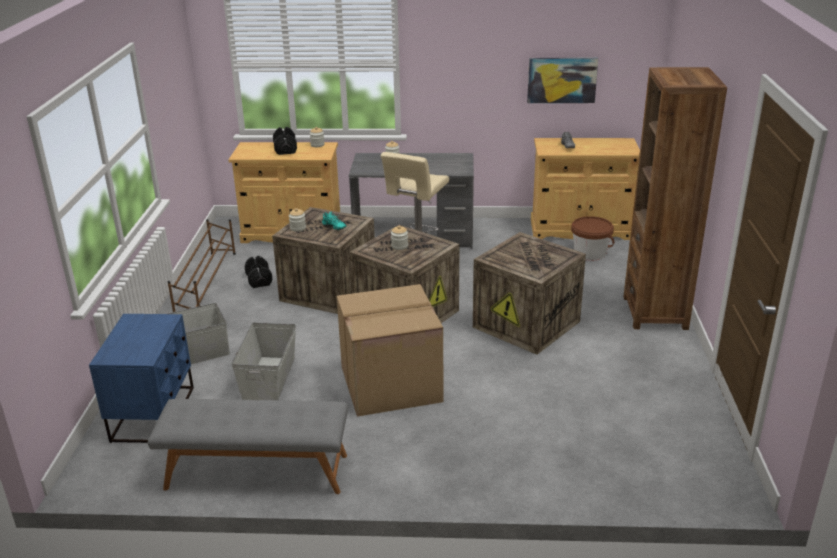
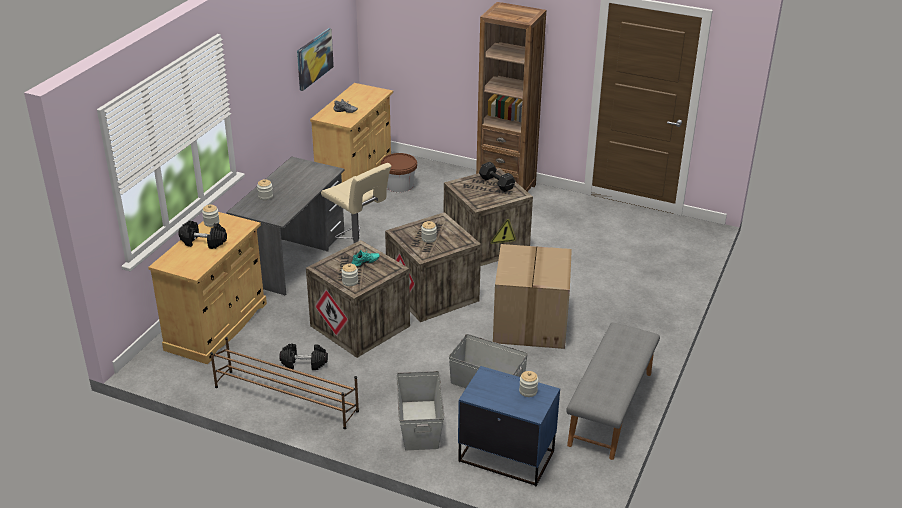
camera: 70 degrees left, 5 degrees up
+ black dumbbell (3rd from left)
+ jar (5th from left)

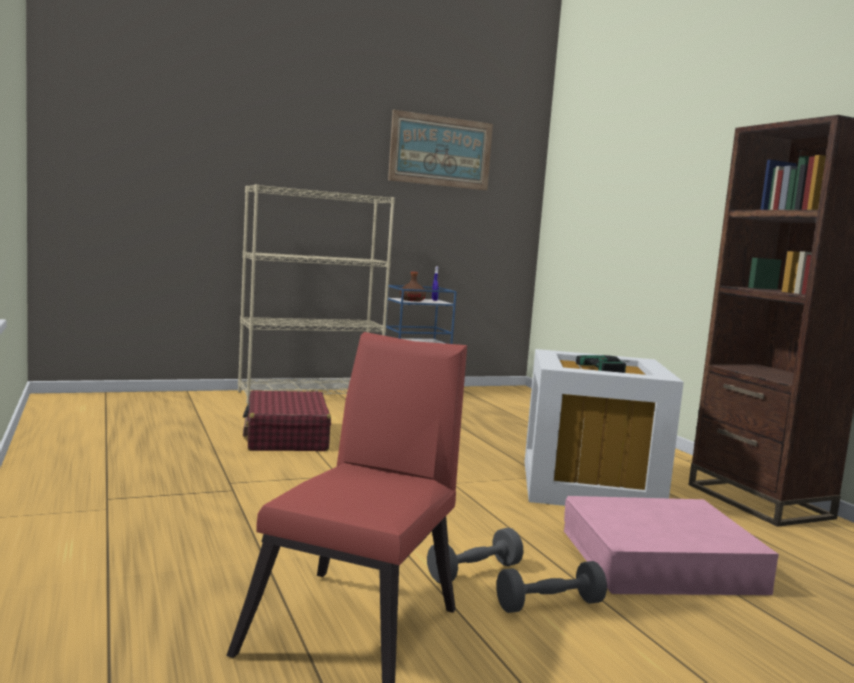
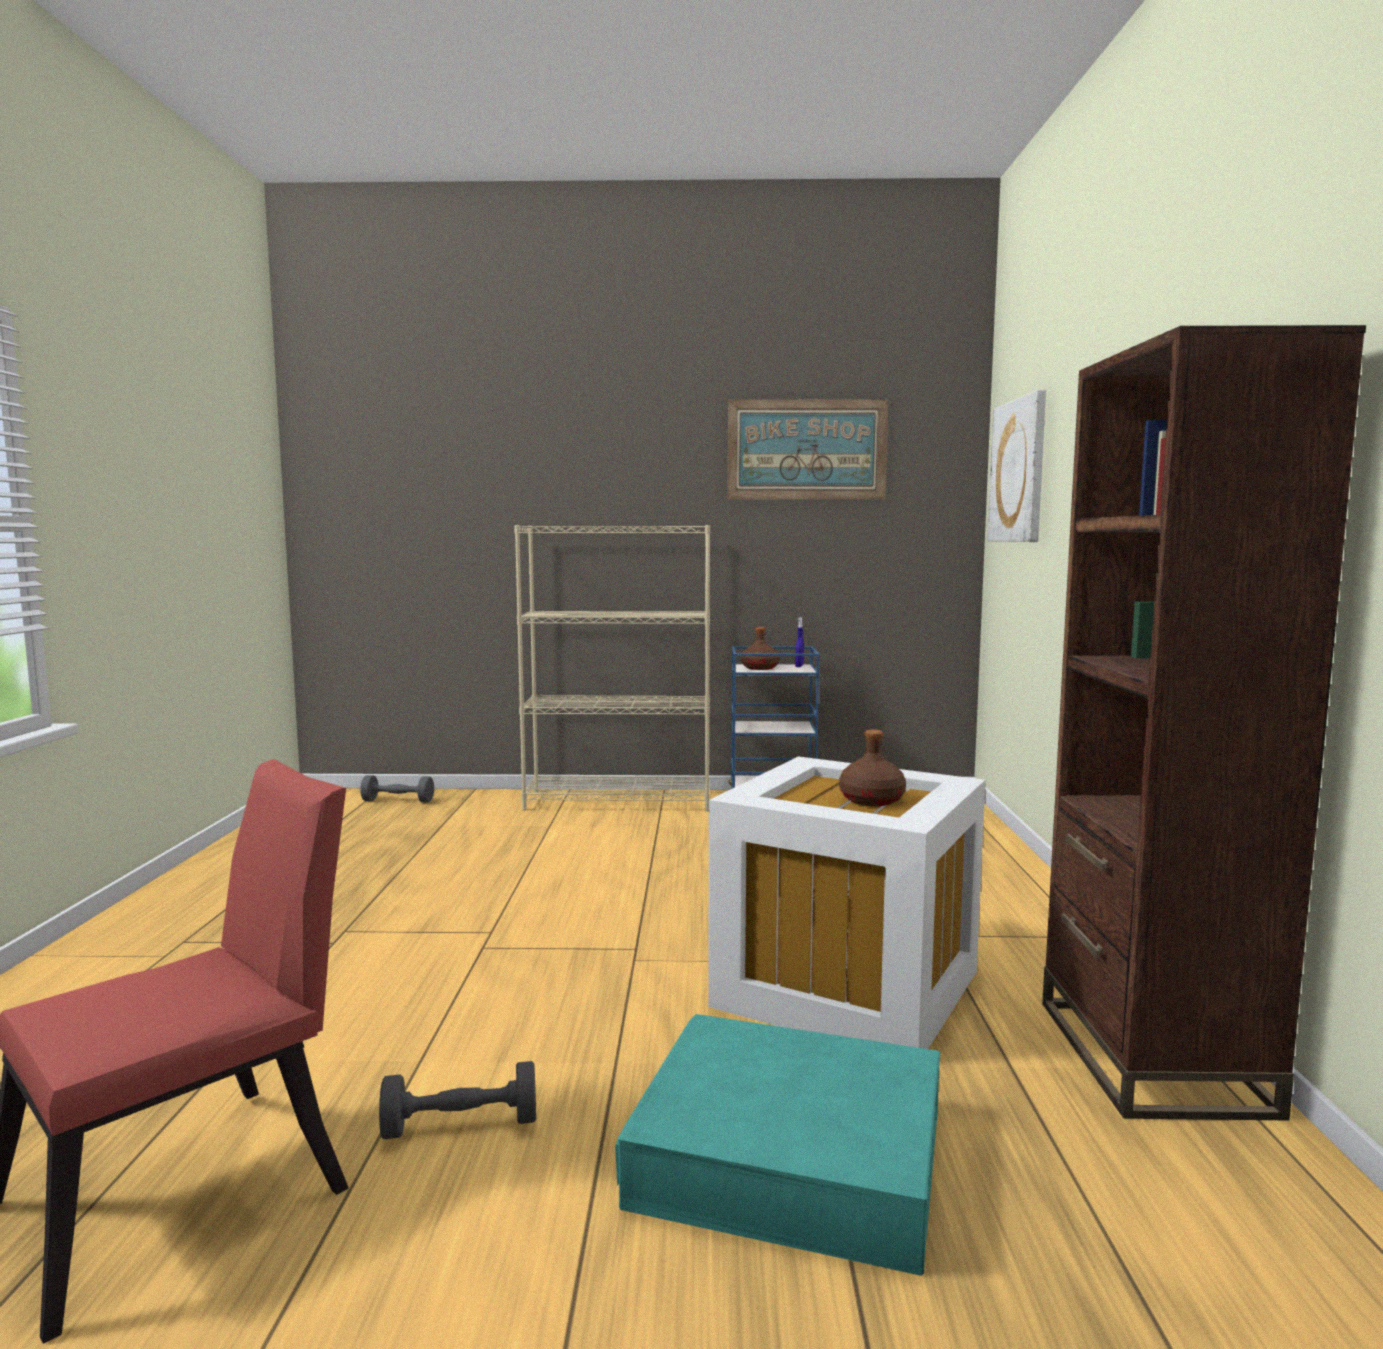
camera: 25 degrees right, 0 degrees up
- red suitcase
~ grey dumbbell (2nd from left in the first image) to grey dumbbell (1st from left)
~ pink storage box to turquoise storage box
~ power drill to brown bottle (2nd from left)
+ picture (2nd from left)

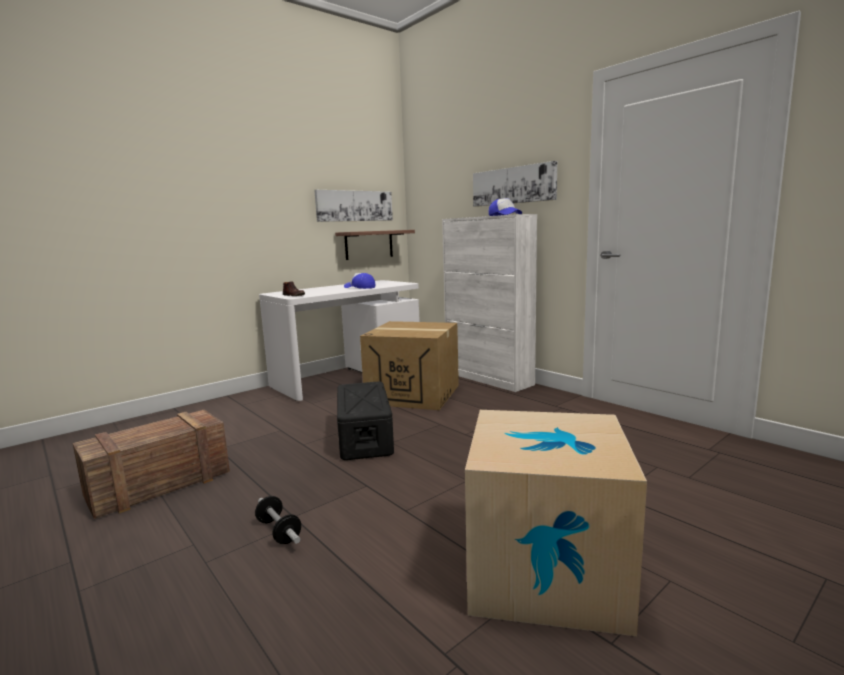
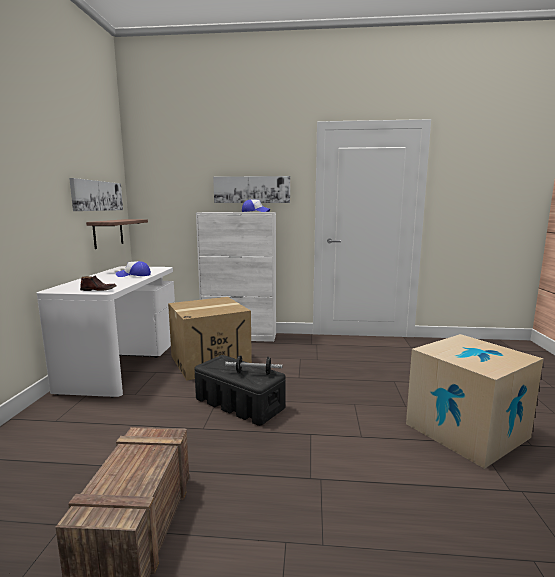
camera: 45 degrees left, 0 degrees up
~ dumbbell

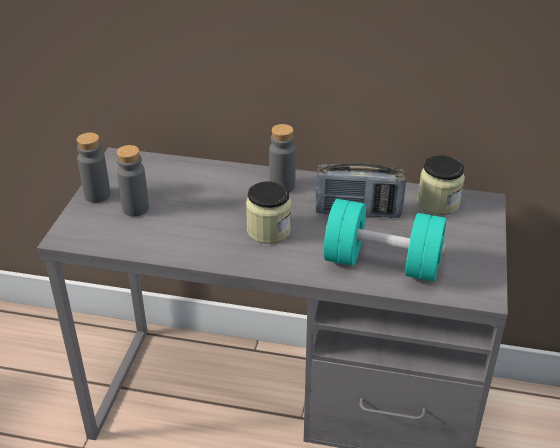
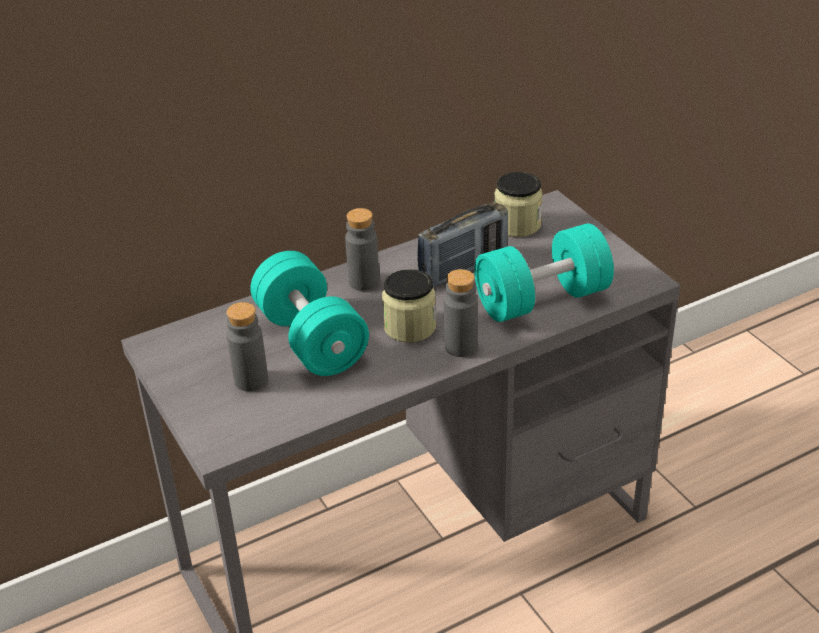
camera: 40 degrees left, 0 degrees up
~ grey bottle (1st from left in the first image) to grey bottle (3rd from left)
+ turquoise dumbbell (1st from left)

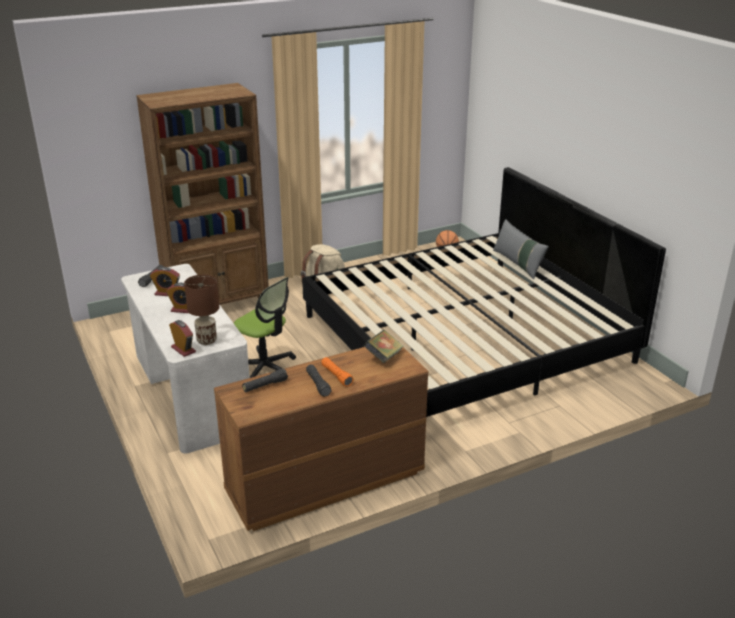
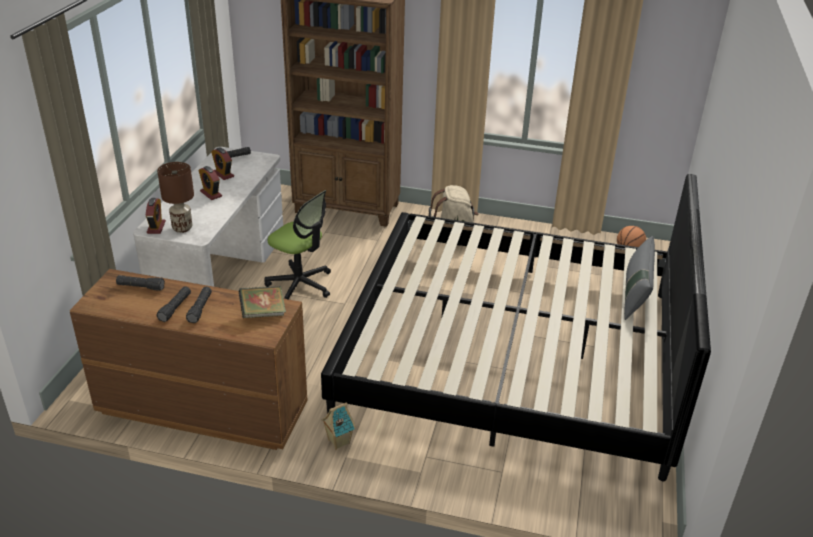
camera: 40 degrees right, 5 degrees up
~ office chair 45 degrees counterclockwise
~ orange flashlight to black flashlight (3rd from left)
+ toy house

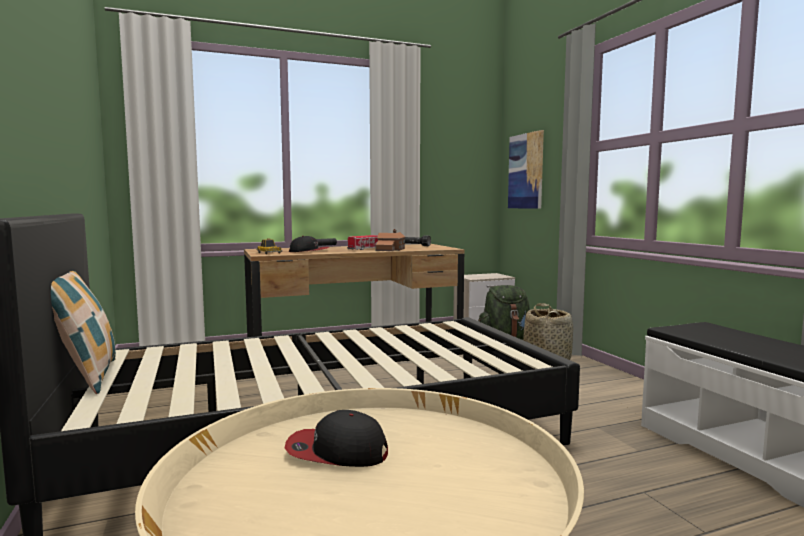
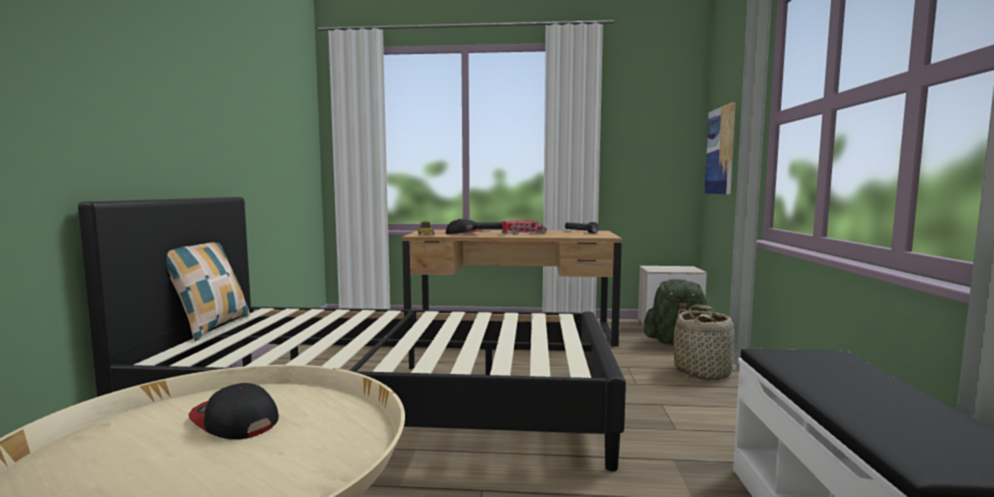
camera: 25 degrees right, 0 degrees up
- toy house

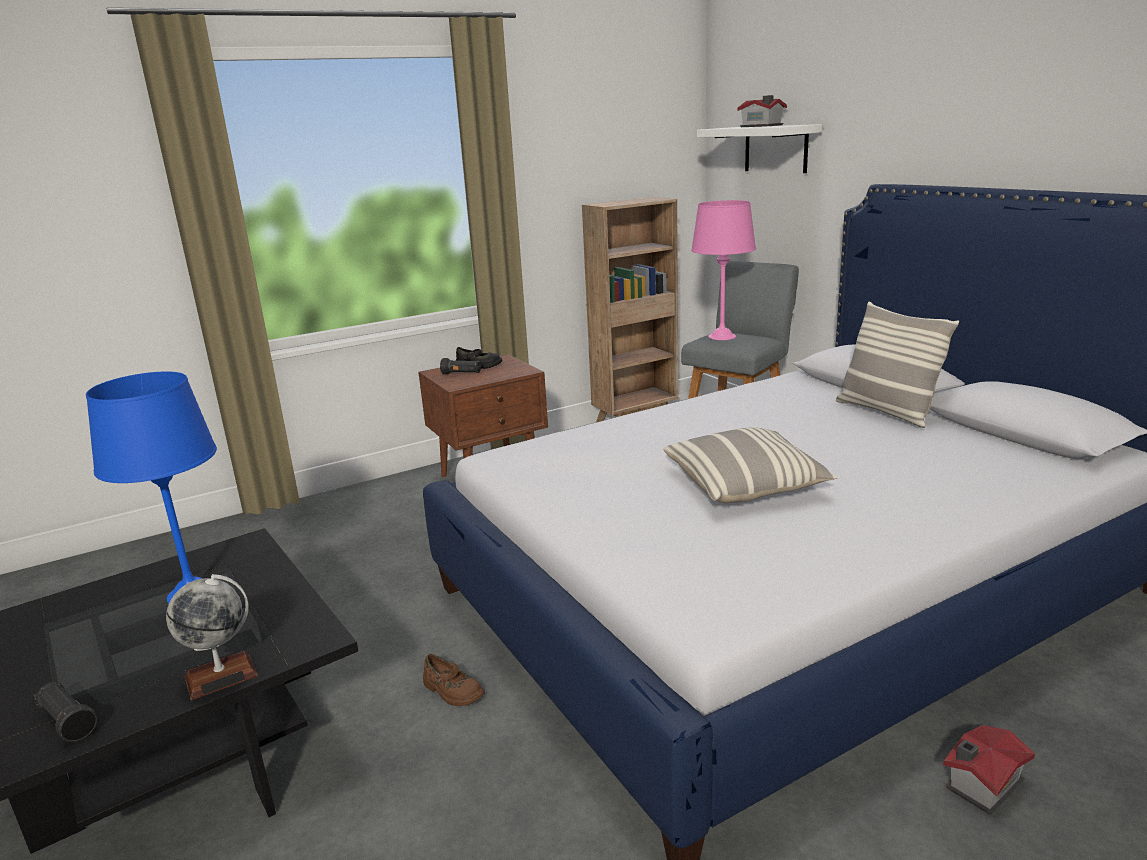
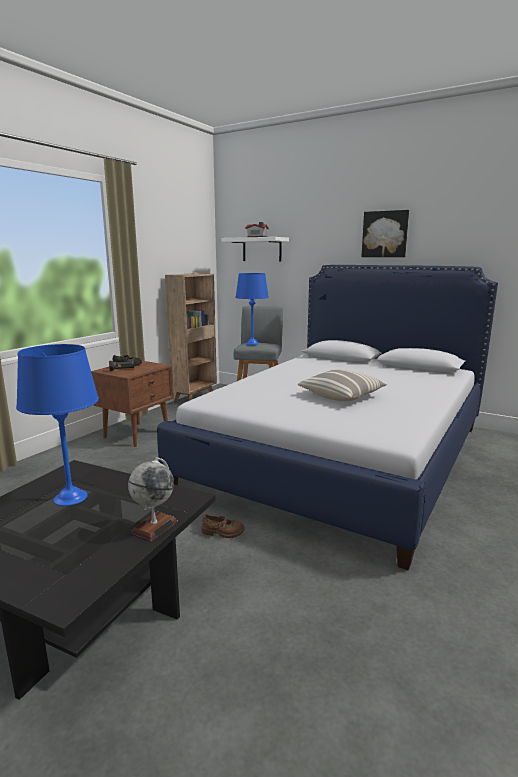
camera: 30 degrees left, 5 degrees down
- black flashlight (1st from left)
~ pink table lamp to blue table lamp (2nd from left)
- pillow (2nd from left)
- toy house (2nd from left)
+ picture

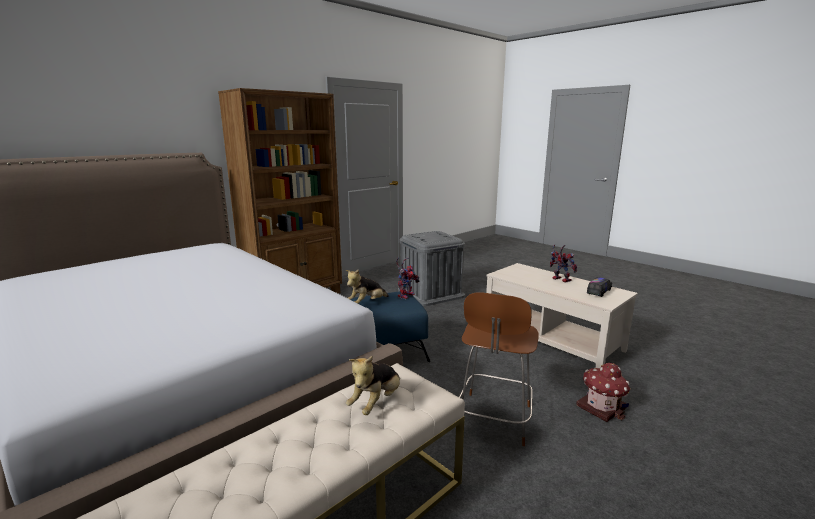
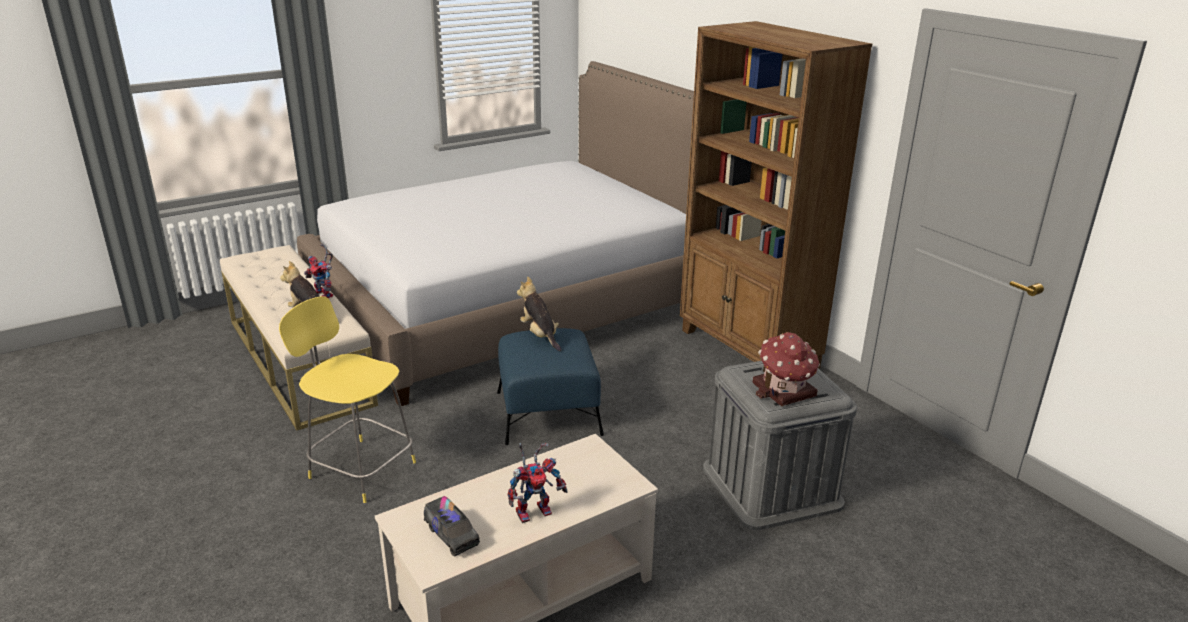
camera: 100 degrees right, 10 degrees up
~ toy robot (1st from left)
~ brown stool to yellow stool
~ toy house

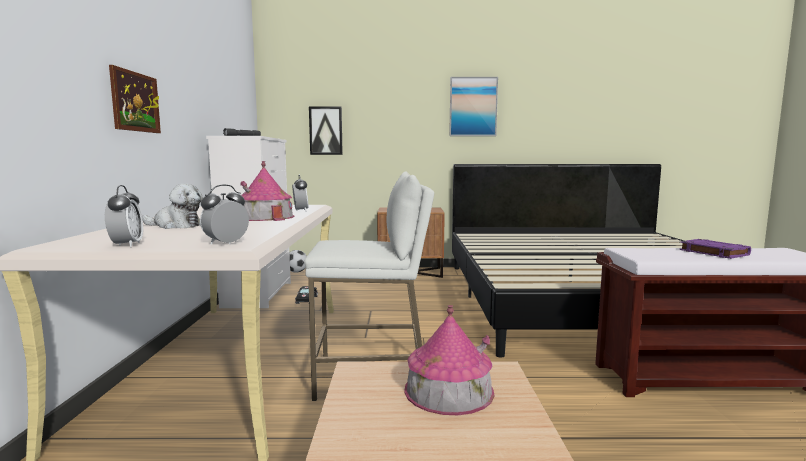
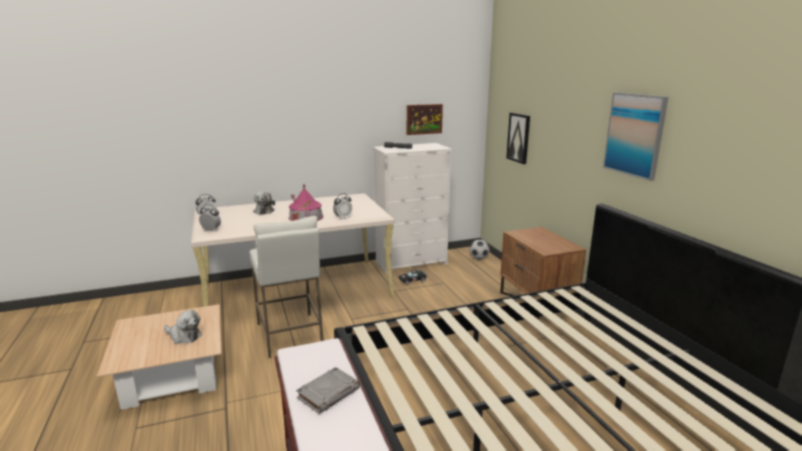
camera: 70 degrees right, 10 degrees up
~ picture (1st from left)
~ toy house (2nd from left) to plush toy (1st from left)
~ purple book to grey book

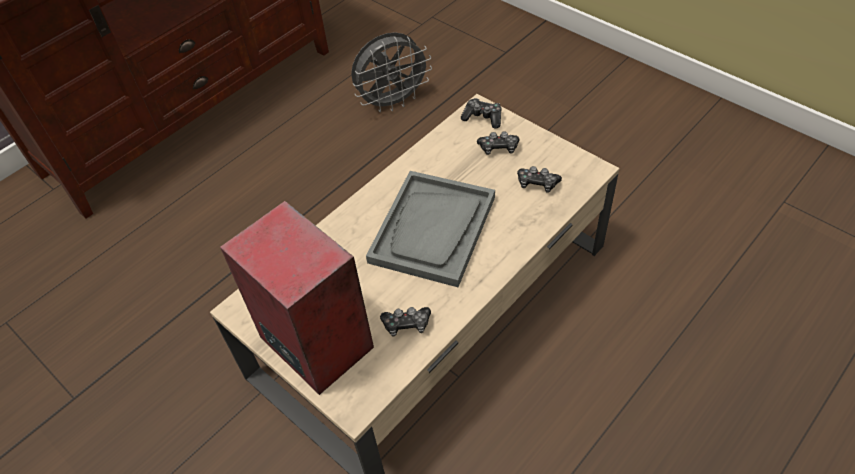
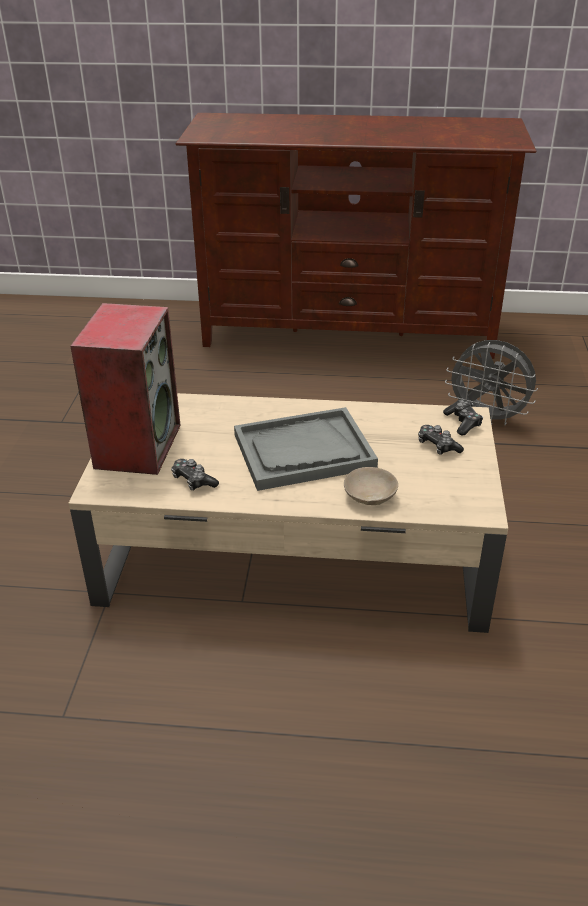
camera: 50 degrees right, 15 degrees down
- game controller (4th from left)
+ beige bowl

